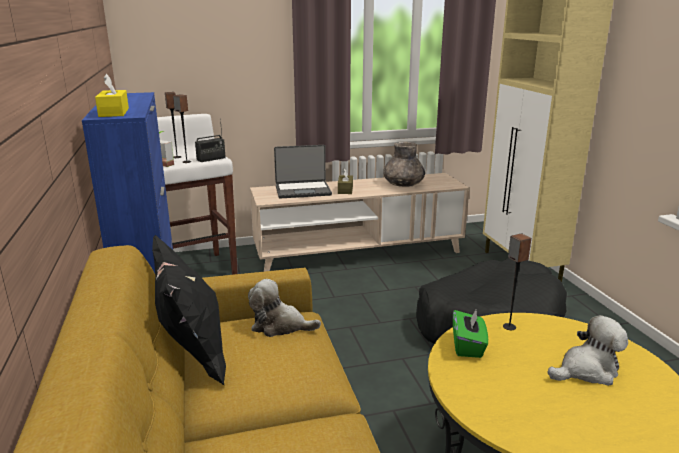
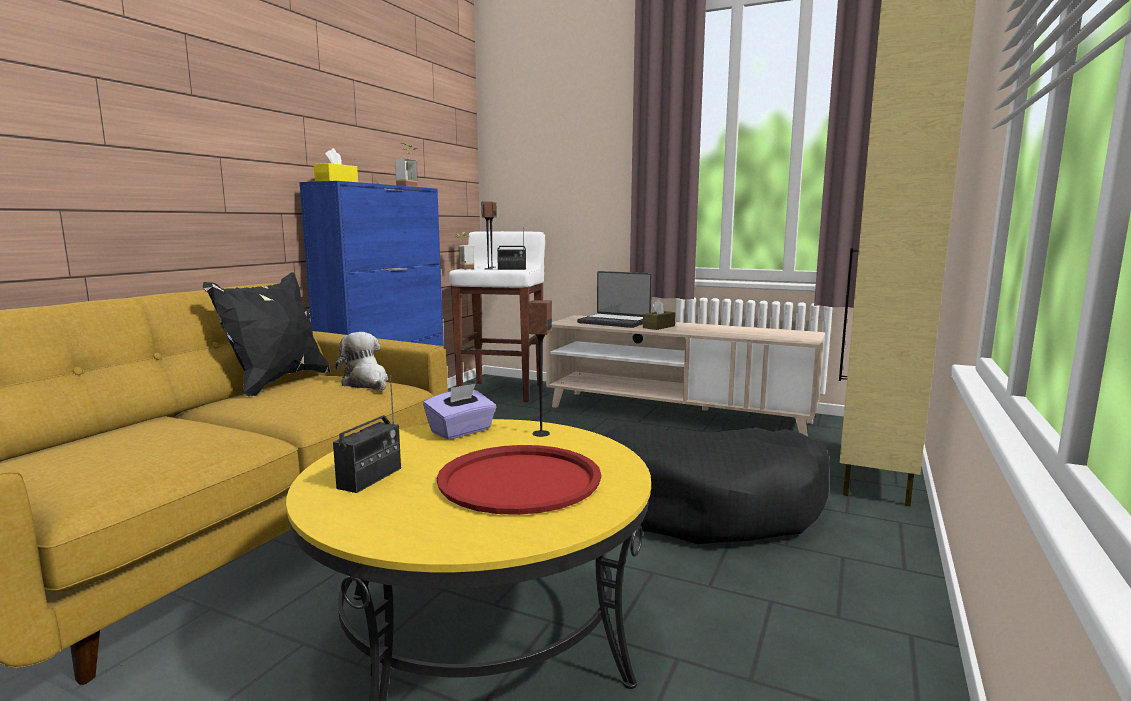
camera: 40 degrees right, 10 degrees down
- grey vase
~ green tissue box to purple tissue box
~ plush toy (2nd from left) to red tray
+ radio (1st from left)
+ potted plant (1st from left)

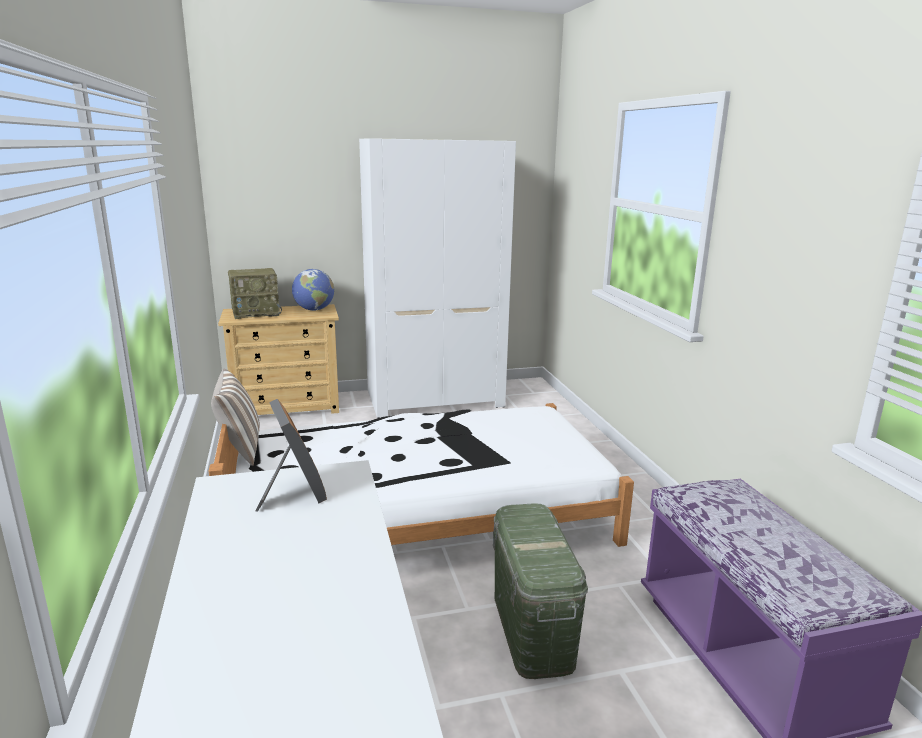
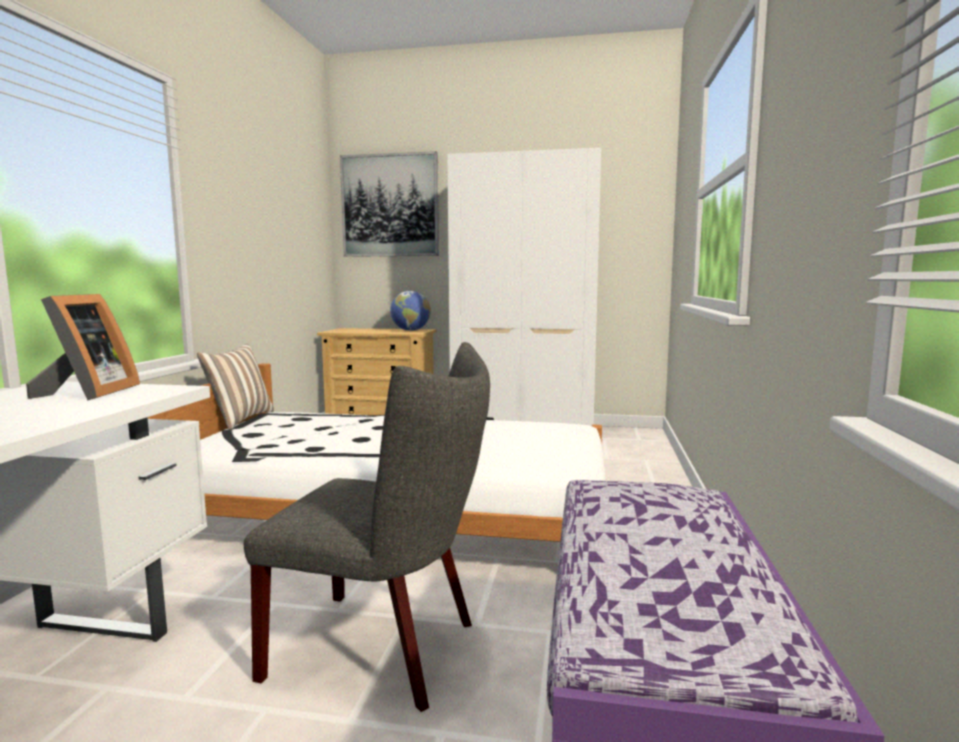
camera: 25 degrees right, 10 degrees down
- radio
~ green storage box to grey chair
+ picture

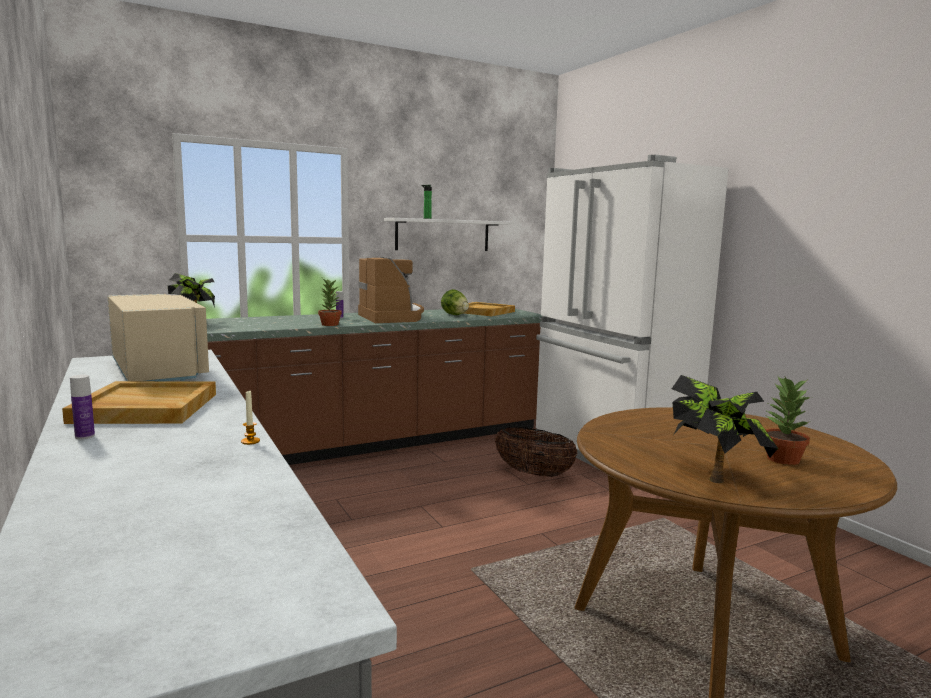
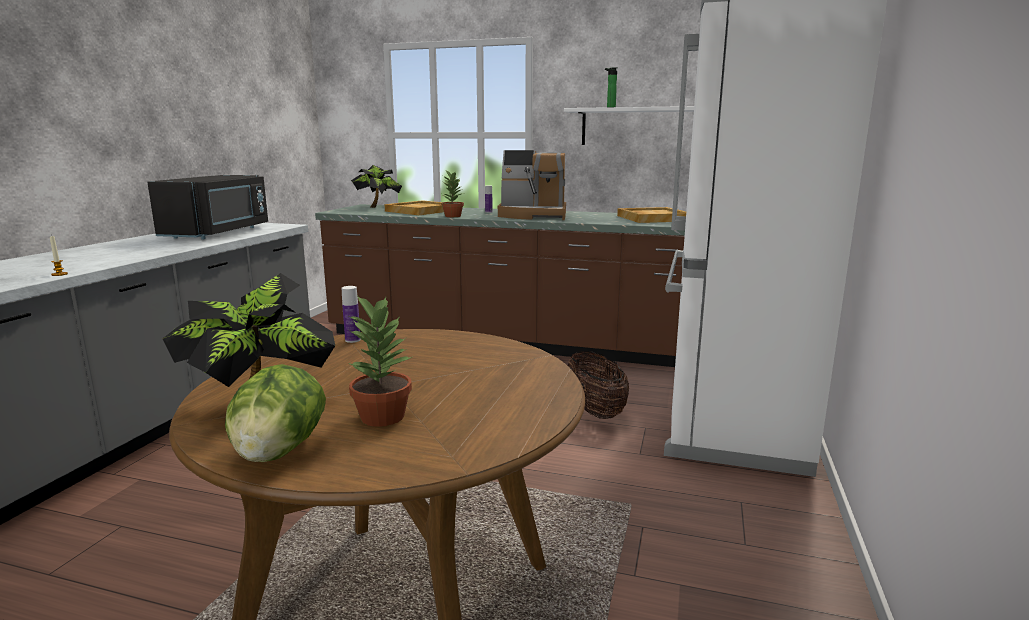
camera: 45 degrees right, 5 degrees up
~ beige tray (1st from left)
~ bottle (1st from left)
~ beige microwave to black microwave
~ coffee machine 75 degrees clockwise
~ lettuce

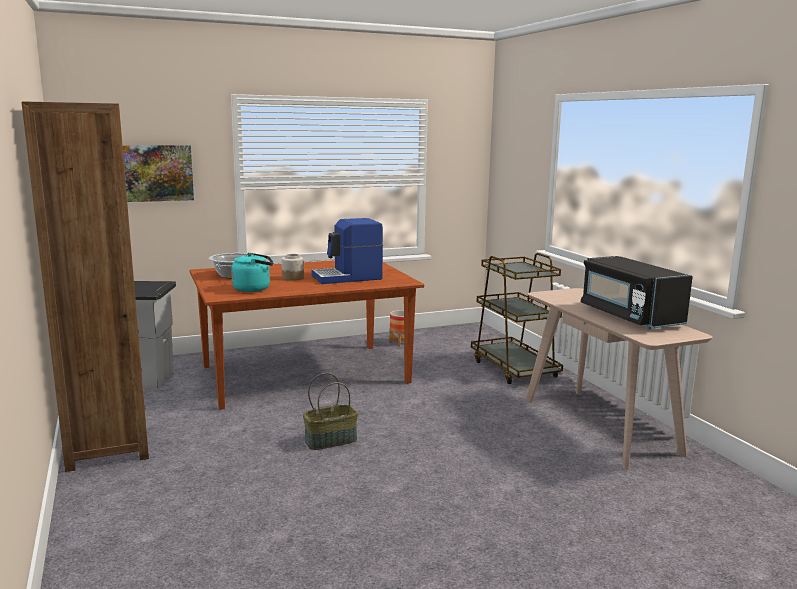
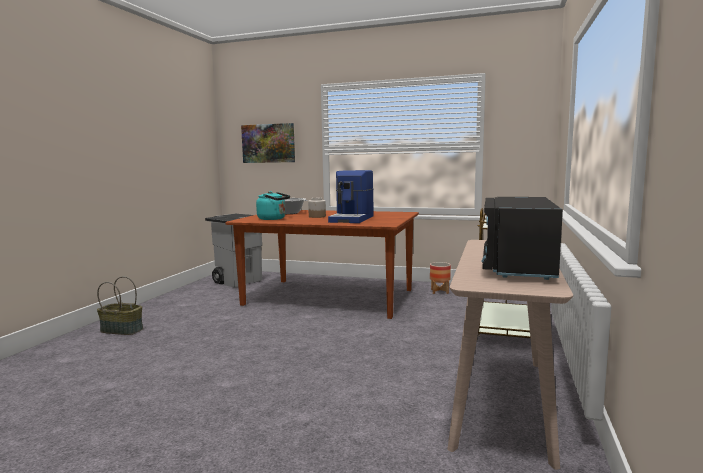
camera: 40 degrees right, 5 degrees down
- brown bookcase
~ basket
~ coffee machine 90 degrees counterclockwise

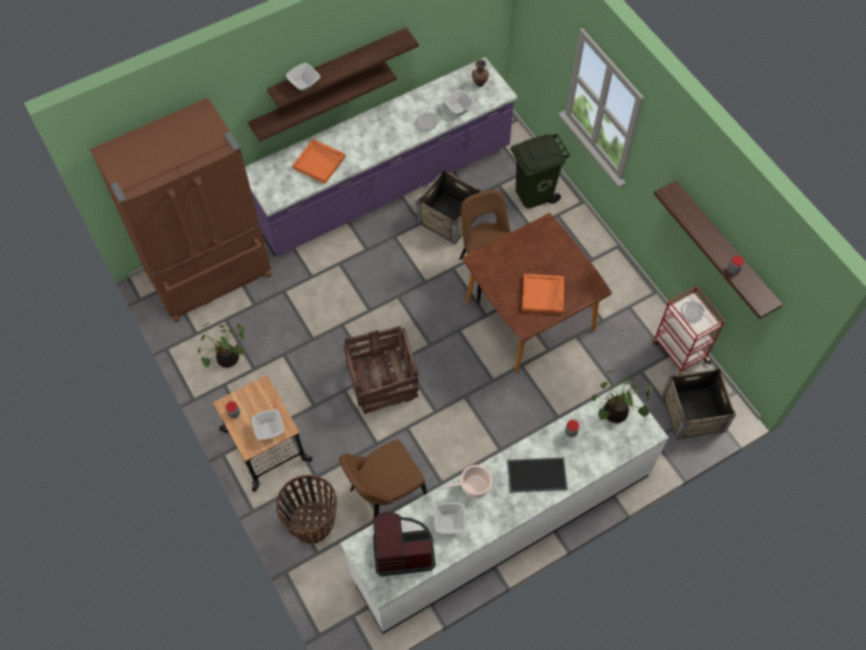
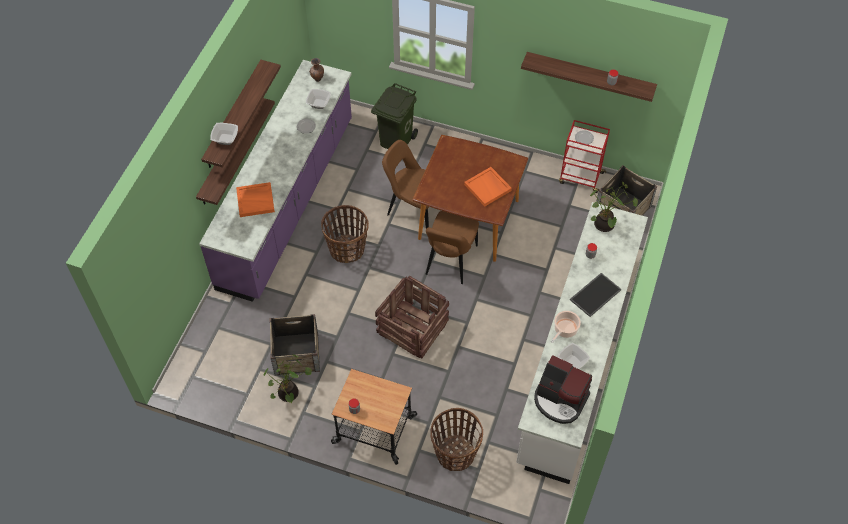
camera: 40 degrees left, 5 degrees down
- brown fridge
- bowl (1st from left)
~ brown chair (1st from left in the first image) to brown chair (2nd from left)
~ coffee machine 105 degrees counterclockwise
~ crate (2nd from left in the first image) to crate (1st from left)
+ basket (1st from left)

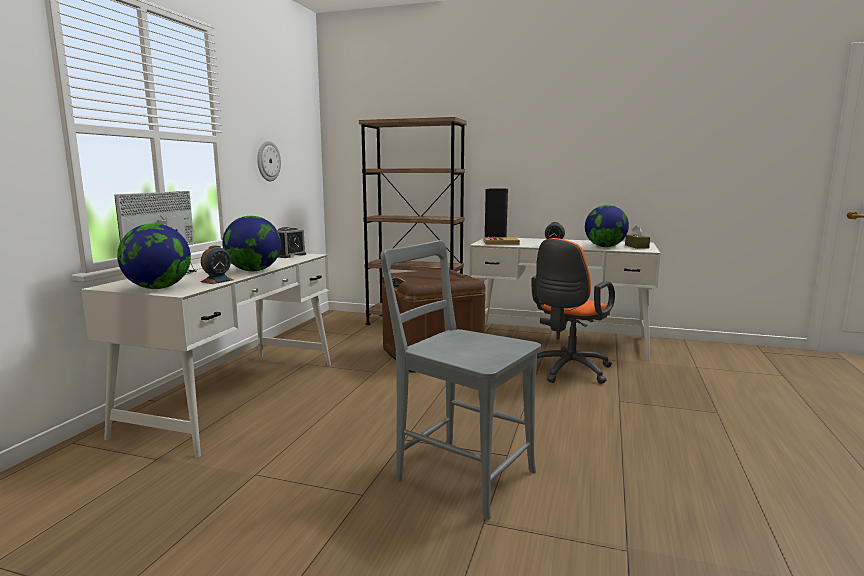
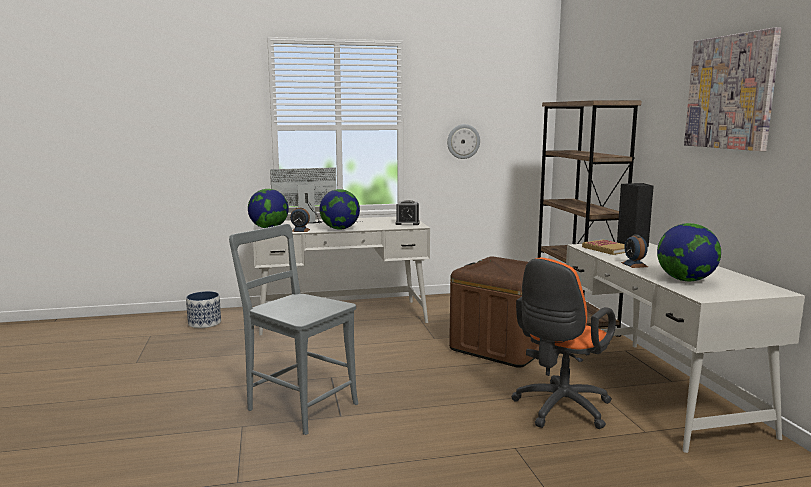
camera: 60 degrees right, 0 degrees up
~ grey chair 60 degrees counterclockwise
~ orange office chair 60 degrees counterclockwise
- brown tissue box
+ planter
+ picture

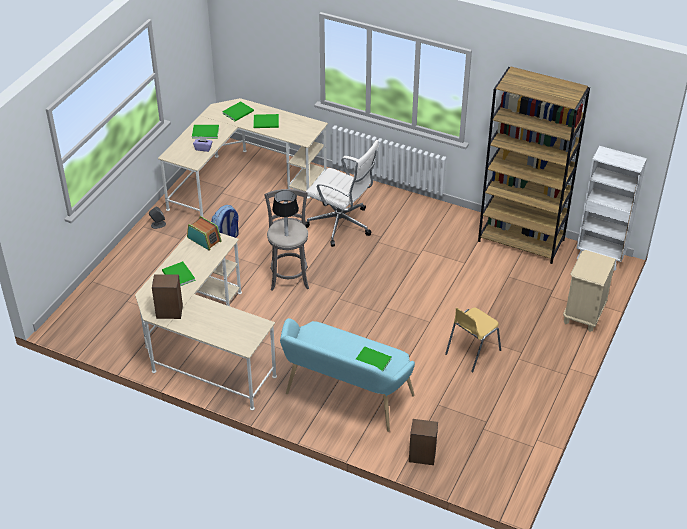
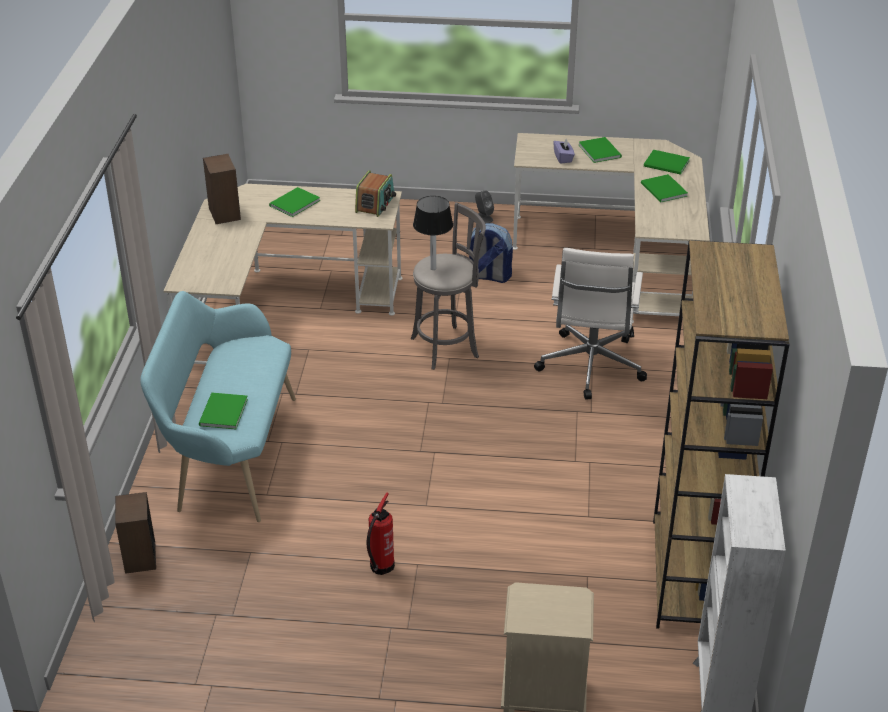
camera: 70 degrees right, 5 degrees down
~ yellow chair to fire extinguisher

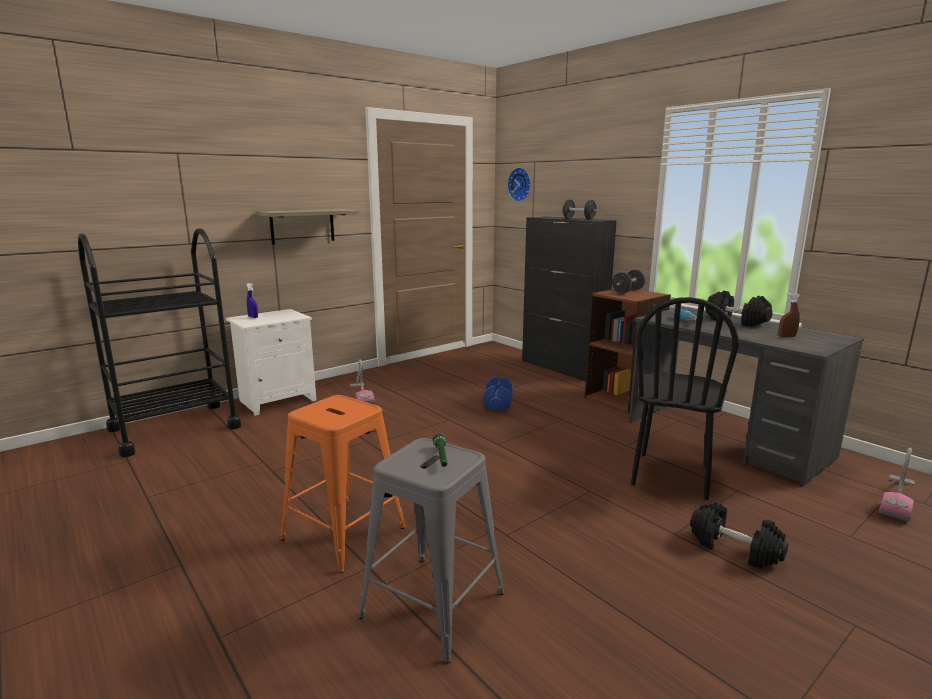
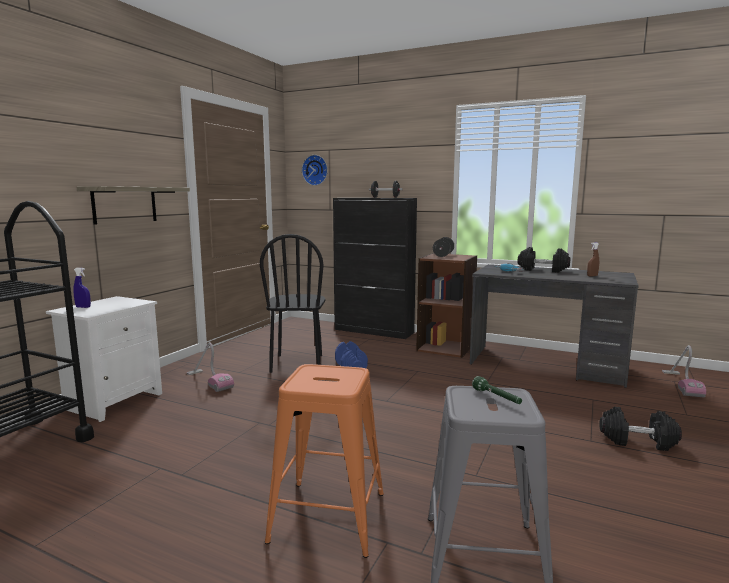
camera: 25 degrees left, 5 degrees down
~ black chair

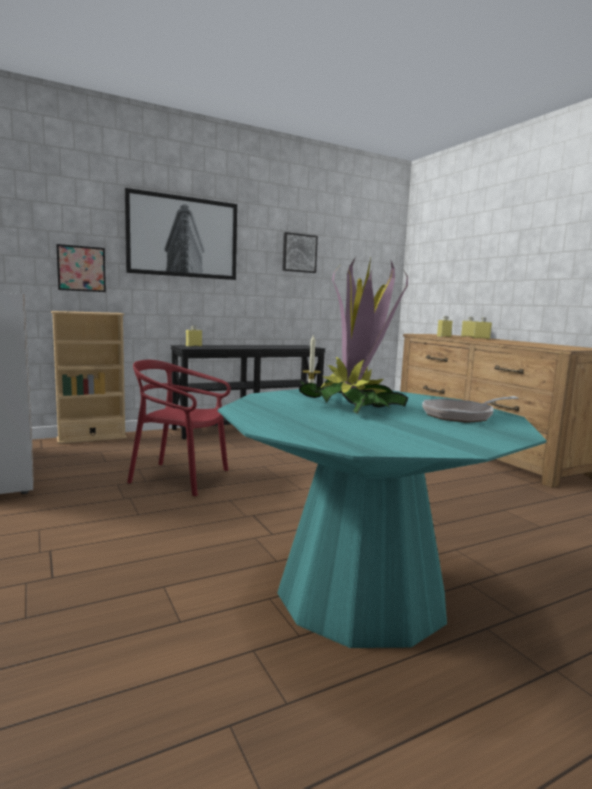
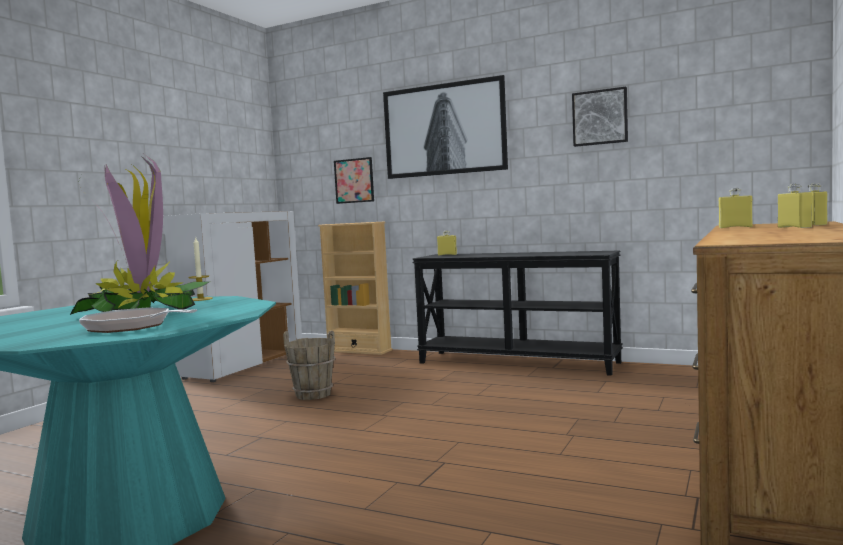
camera: 55 degrees right, 5 degrees down
~ red chair to brown bucket

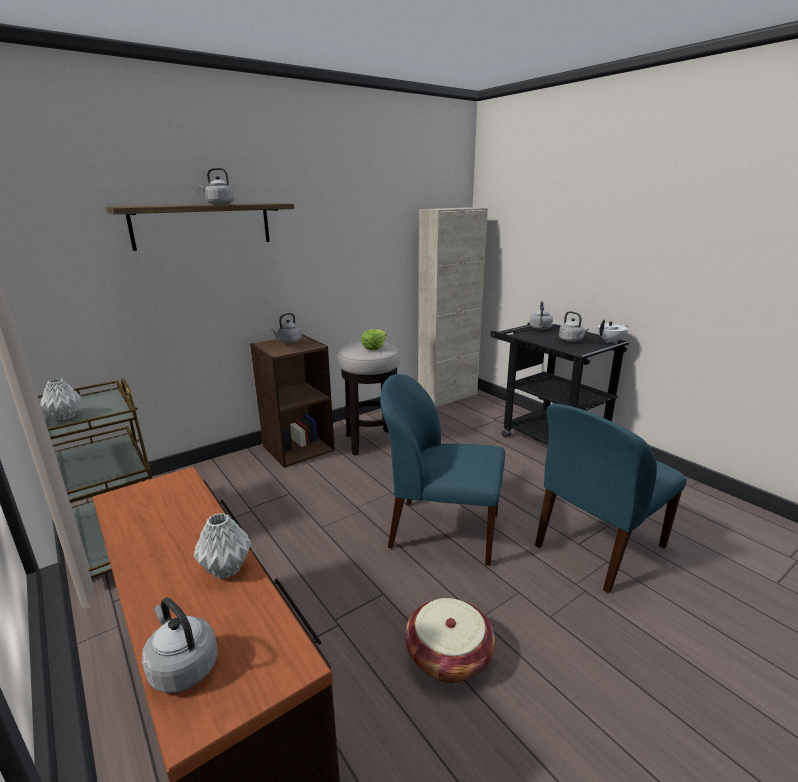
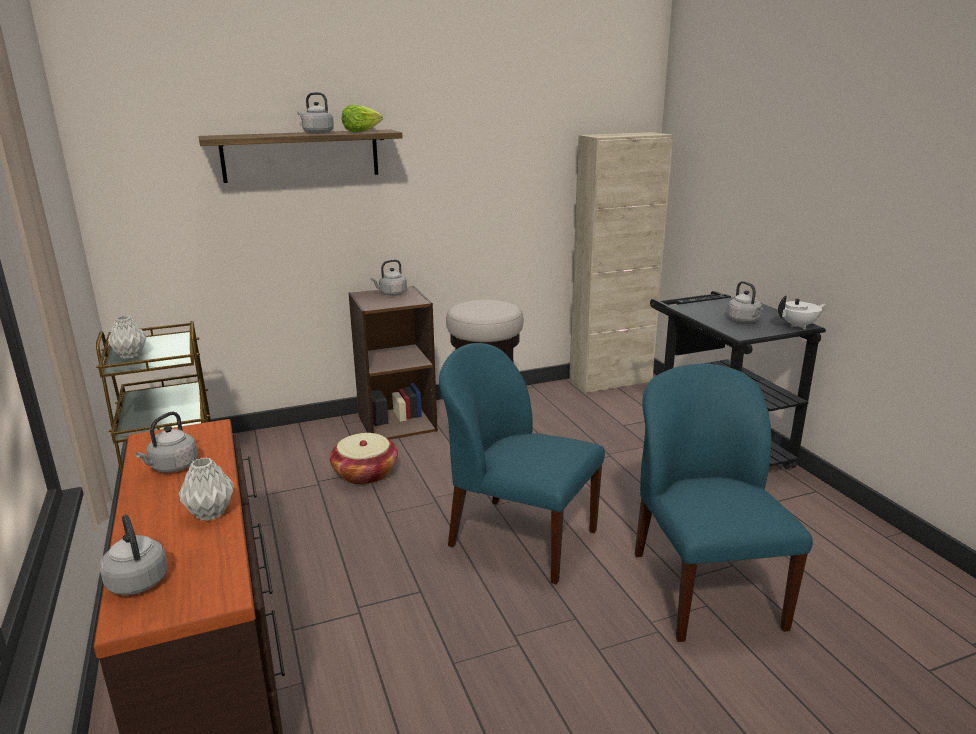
camera: 15 degrees right, 0 degrees up
~ lettuce
~ basket
~ grey kettle (4th from left in the first image) to grey kettle (2nd from left)
~ blue chair (2nd from left) 105 degrees clockwise

